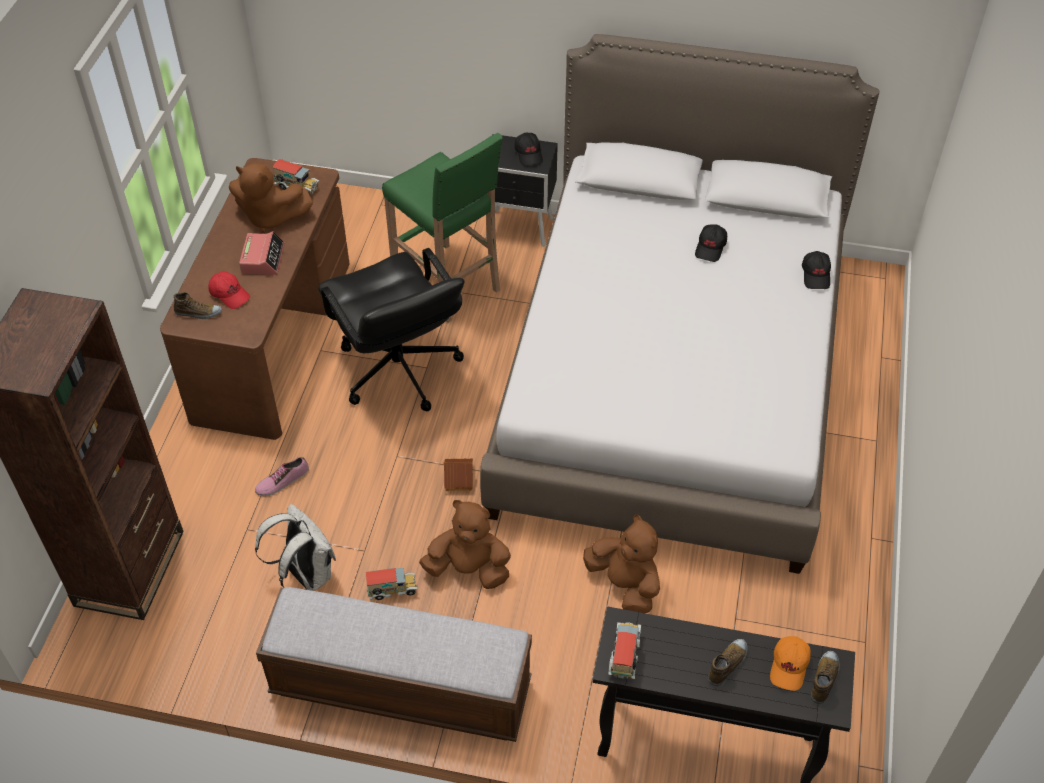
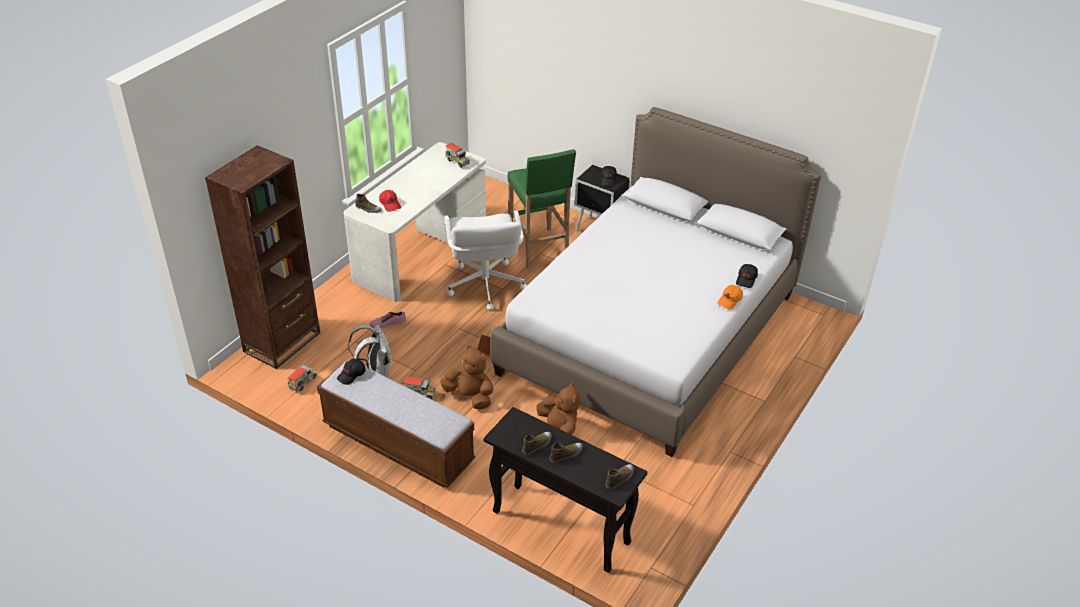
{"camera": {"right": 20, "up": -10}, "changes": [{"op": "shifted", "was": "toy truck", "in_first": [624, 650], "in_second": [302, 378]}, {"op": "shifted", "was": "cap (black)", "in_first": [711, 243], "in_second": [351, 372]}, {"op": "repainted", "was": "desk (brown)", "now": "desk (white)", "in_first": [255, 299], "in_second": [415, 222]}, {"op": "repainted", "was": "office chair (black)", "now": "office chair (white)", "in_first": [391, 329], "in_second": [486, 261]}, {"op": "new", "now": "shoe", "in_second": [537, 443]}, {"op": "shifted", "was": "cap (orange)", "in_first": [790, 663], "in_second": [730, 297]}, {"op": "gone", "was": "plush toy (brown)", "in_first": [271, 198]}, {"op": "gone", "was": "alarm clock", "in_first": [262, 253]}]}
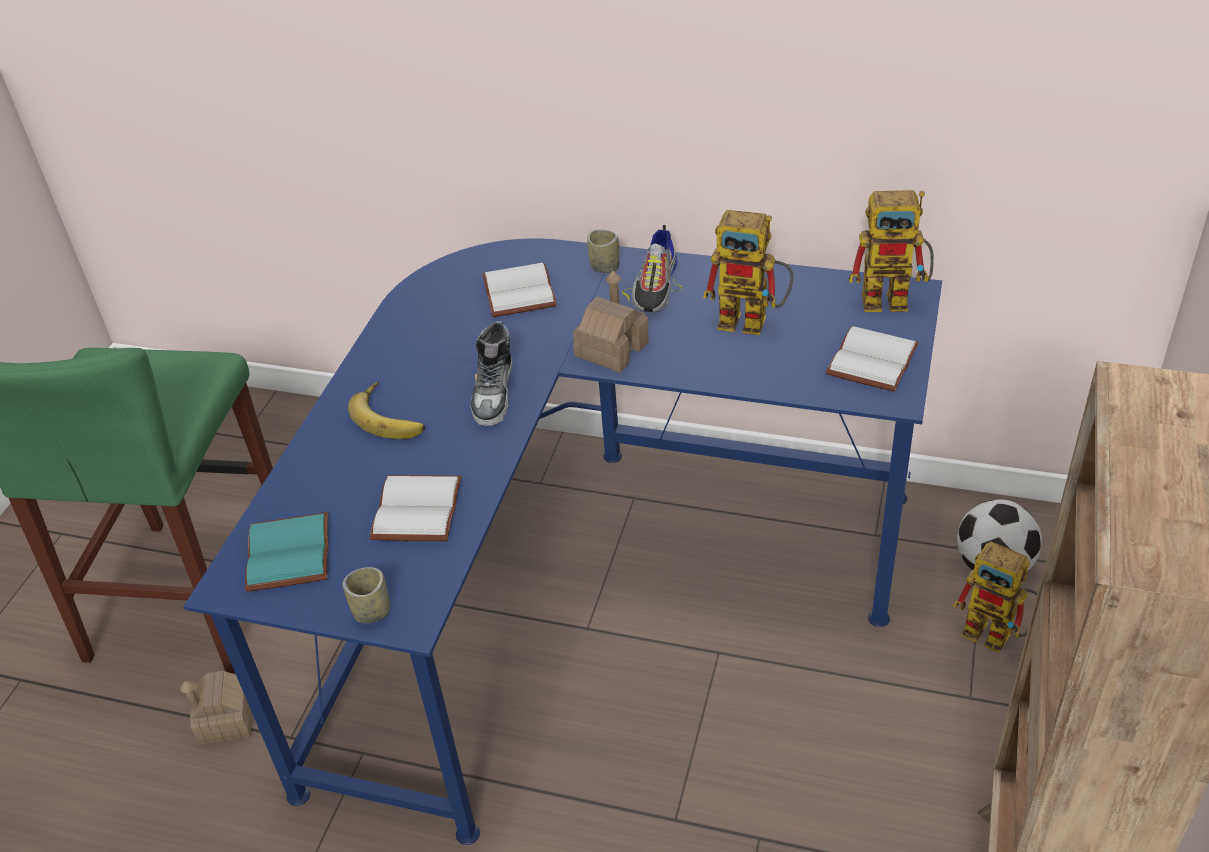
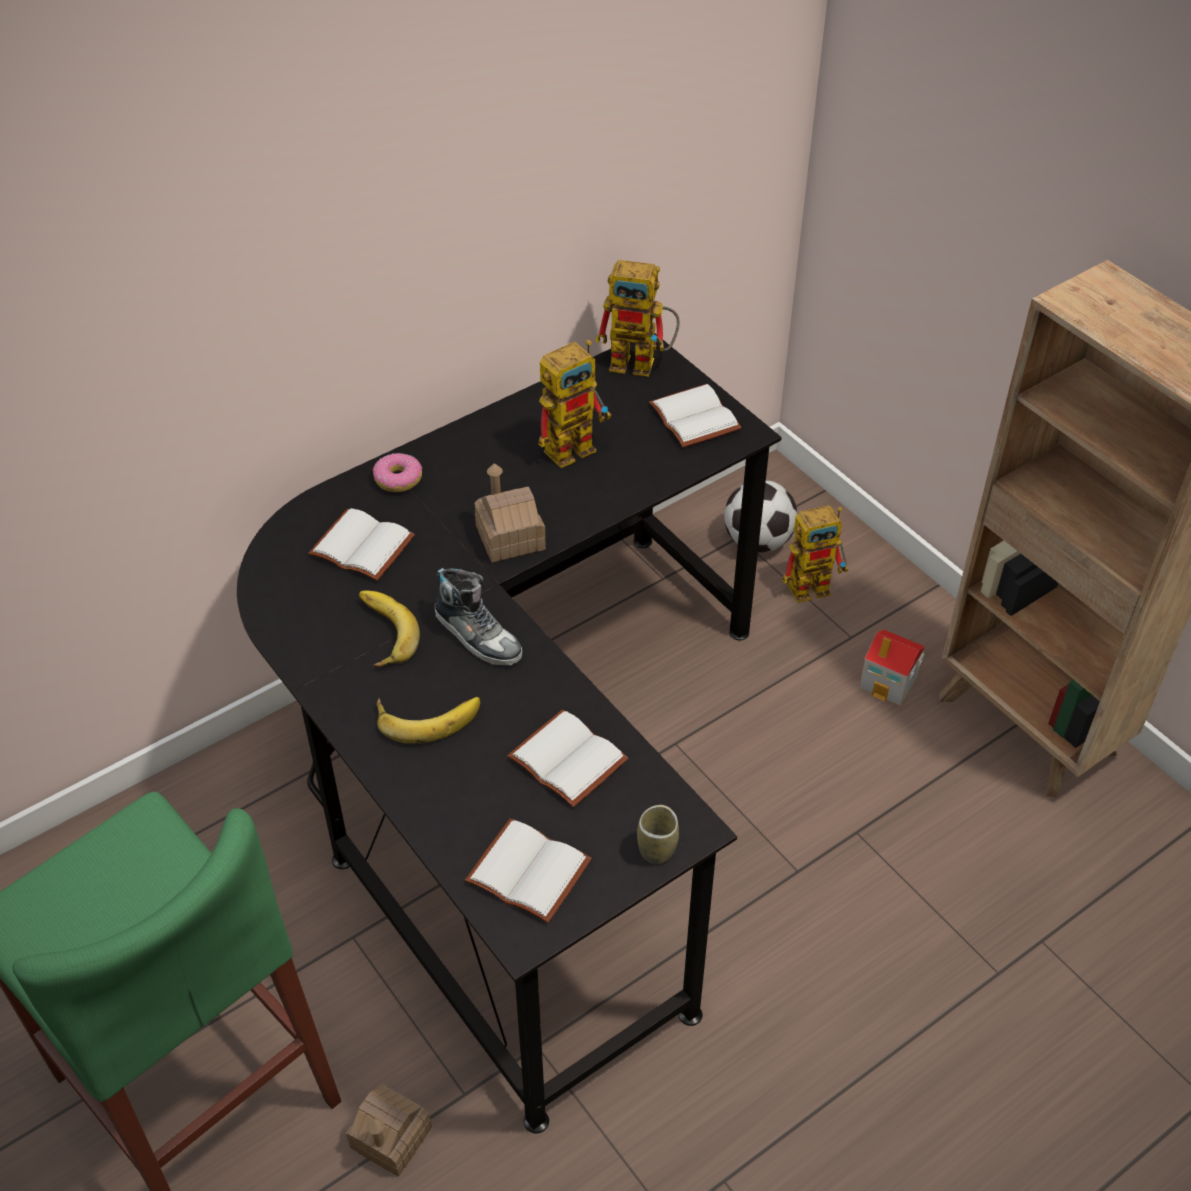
{"camera": {"right": -55, "up": 5}, "changes": [{"op": "repainted", "was": "desk (blue)", "now": "desk (black)", "in_first": [562, 541], "in_second": [509, 733]}, {"op": "new", "now": "banana", "in_second": [389, 629]}, {"op": "swapped", "was": "cup", "now": "donut", "in_first": [603, 251], "in_second": [397, 472]}, {"op": "repainted", "was": "book (turquoise)", "now": "book (white)", "in_first": [286, 552], "in_second": [528, 871]}, {"op": "rotated", "was": "toy robot", "in_first": [891, 251], "in_second": [637, 318], "clockwise": 60}, {"op": "new", "now": "toy house", "in_second": [892, 667]}, {"op": "gone", "was": "shoe", "in_first": [652, 268]}]}
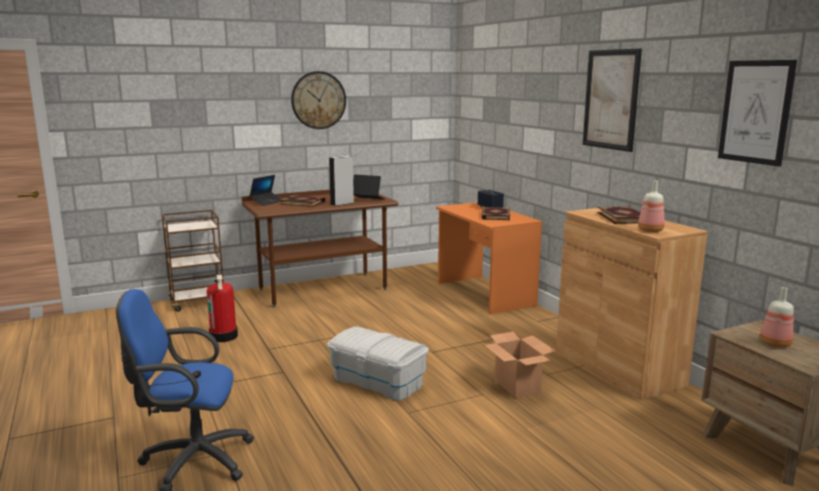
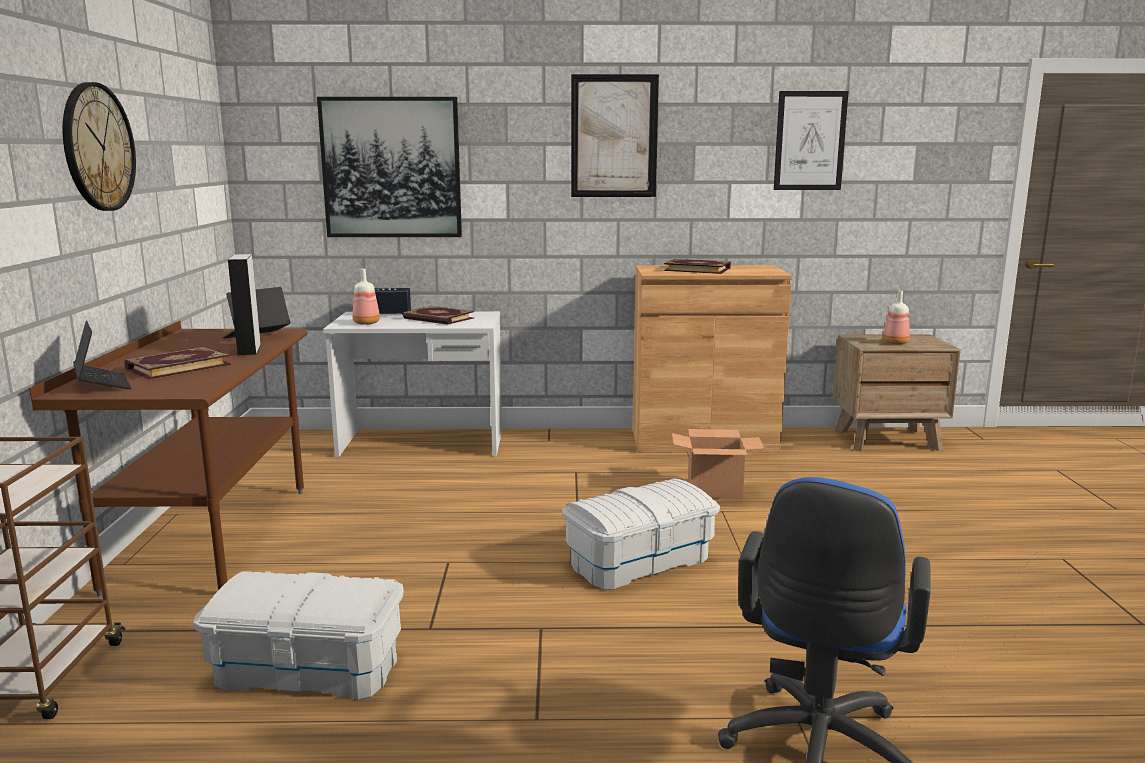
{"camera": {"right": -65, "up": 0}, "changes": [{"op": "swapped", "was": "fire extinguisher", "now": "storage box (white)", "in_first": [222, 308], "in_second": [298, 635]}, {"op": "new", "now": "picture", "in_second": [389, 167]}, {"op": "repainted", "was": "desk (orange)", "now": "desk (white)", "in_first": [489, 258], "in_second": [412, 384]}, {"op": "shifted", "was": "bottle", "in_first": [651, 206], "in_second": [366, 297]}]}
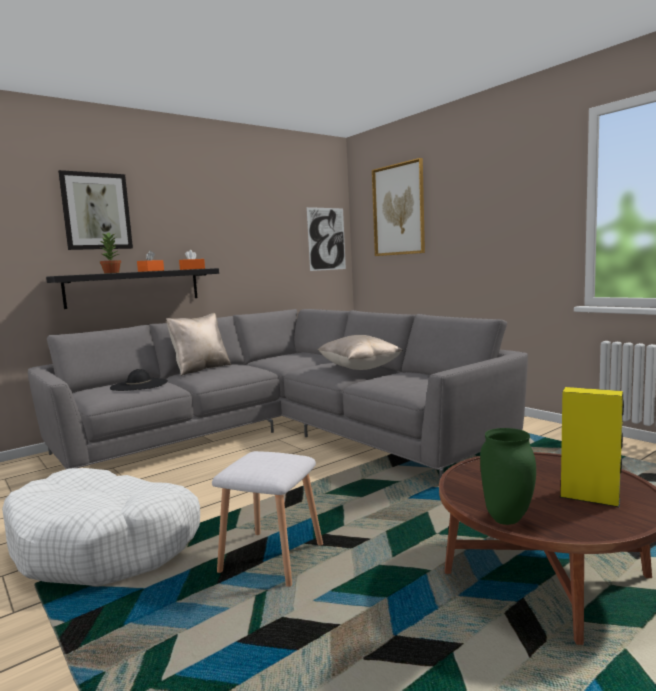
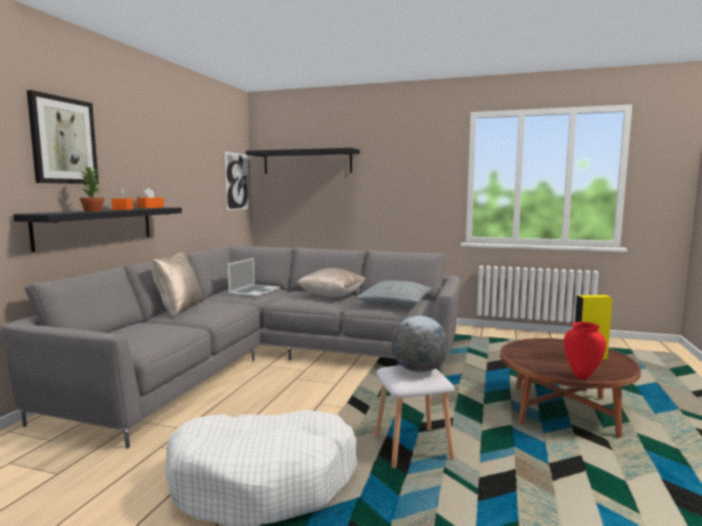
{"camera": {"right": -35, "up": 0}, "changes": [{"op": "new", "now": "laptop", "in_second": [253, 277]}, {"op": "swapped", "was": "picture", "now": "shelf (black)", "in_first": [398, 207], "in_second": [303, 161]}, {"op": "new", "now": "pillow", "in_second": [394, 293]}, {"op": "new", "now": "globe", "in_second": [419, 344]}, {"op": "repainted", "was": "vase (green)", "now": "vase (red)", "in_first": [508, 476], "in_second": [585, 350]}, {"op": "gone", "was": "hat (black)", "in_first": [139, 380]}]}
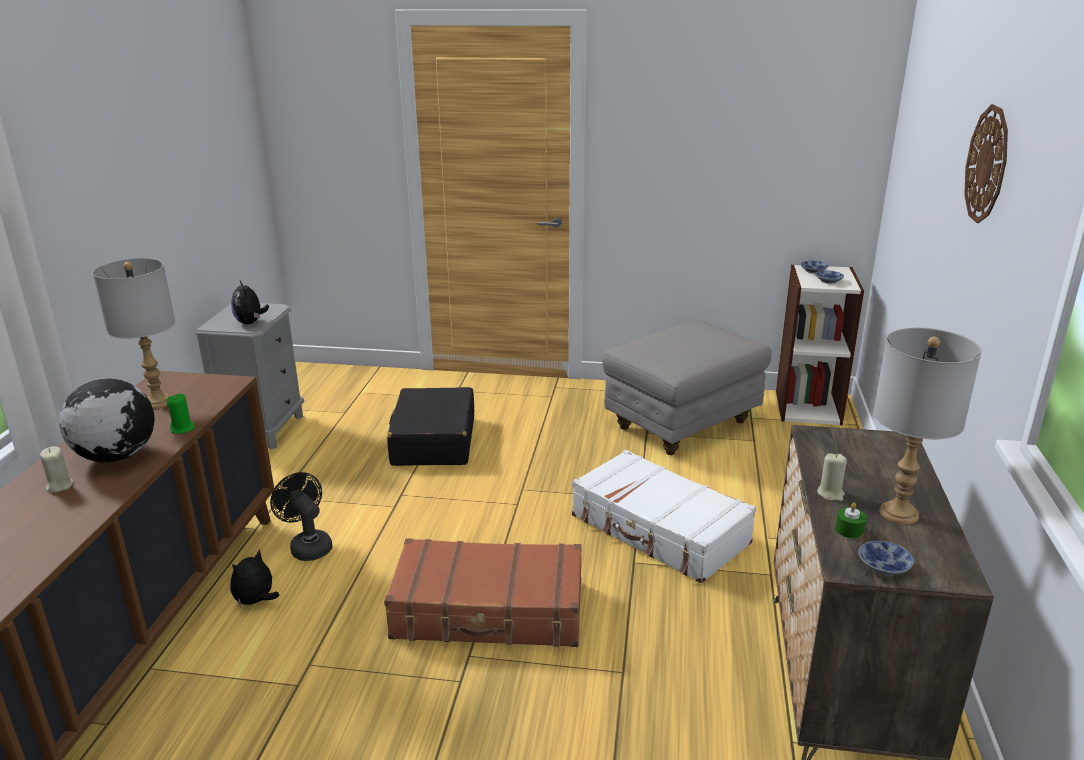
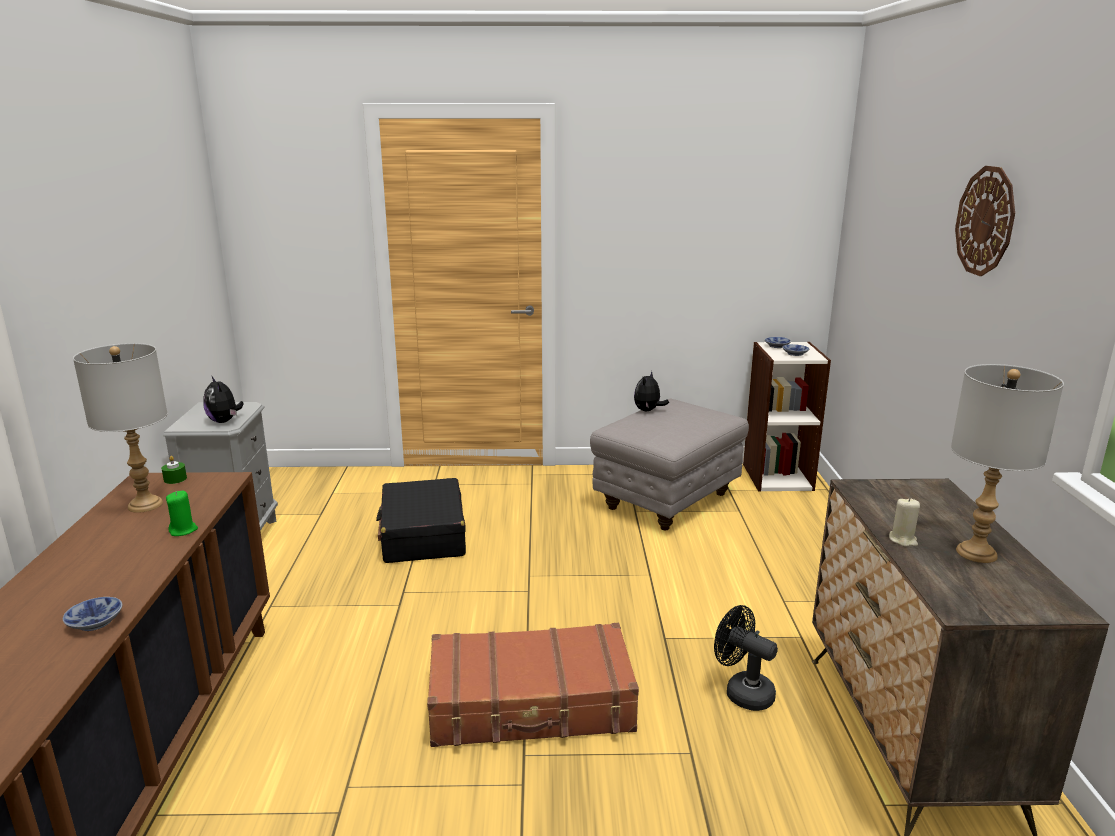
{"camera": {"right": -10, "up": -5}, "changes": [{"op": "shifted", "was": "bowl", "in_first": [886, 558], "in_second": [92, 614]}, {"op": "shifted", "was": "candle (green)", "in_first": [850, 520], "in_second": [174, 470]}, {"op": "shifted", "was": "plush toy", "in_first": [255, 577], "in_second": [651, 391]}, {"op": "shifted", "was": "fan (black)", "in_first": [301, 516], "in_second": [746, 658]}, {"op": "gone", "was": "candle (beige)", "in_first": [56, 469]}, {"op": "gone", "was": "globe", "in_first": [107, 420]}, {"op": "gone", "was": "suitcase (white)", "in_first": [664, 516]}]}
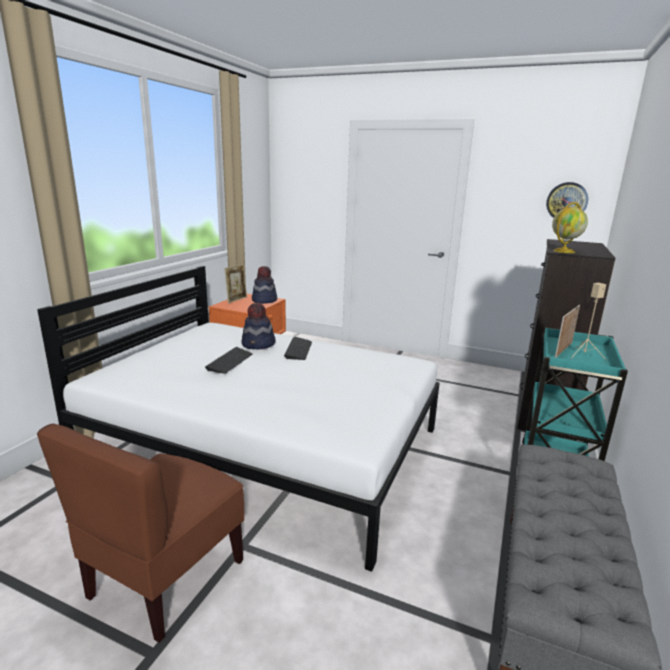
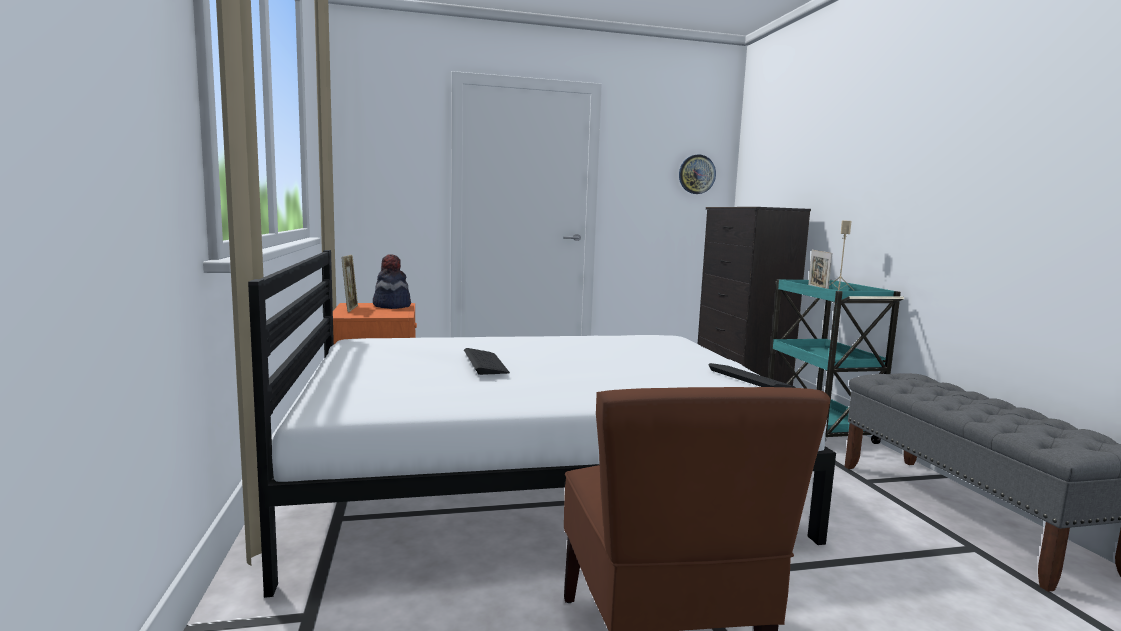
{"camera": {"right": -35, "up": -10}, "changes": [{"op": "shifted", "was": "keyboard", "in_first": [298, 348], "in_second": [752, 375]}, {"op": "gone", "was": "hat", "in_first": [259, 326]}, {"op": "gone", "was": "globe", "in_first": [570, 227]}]}
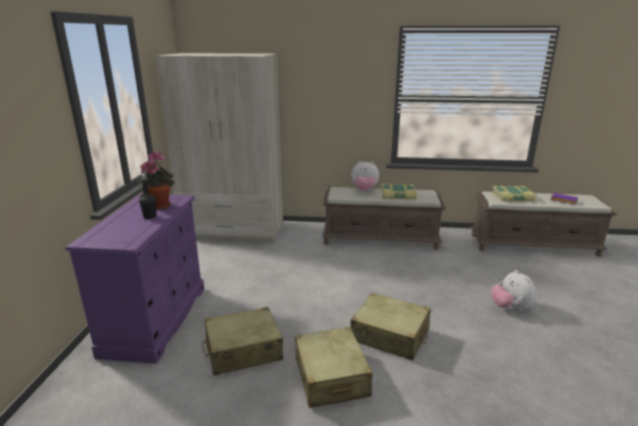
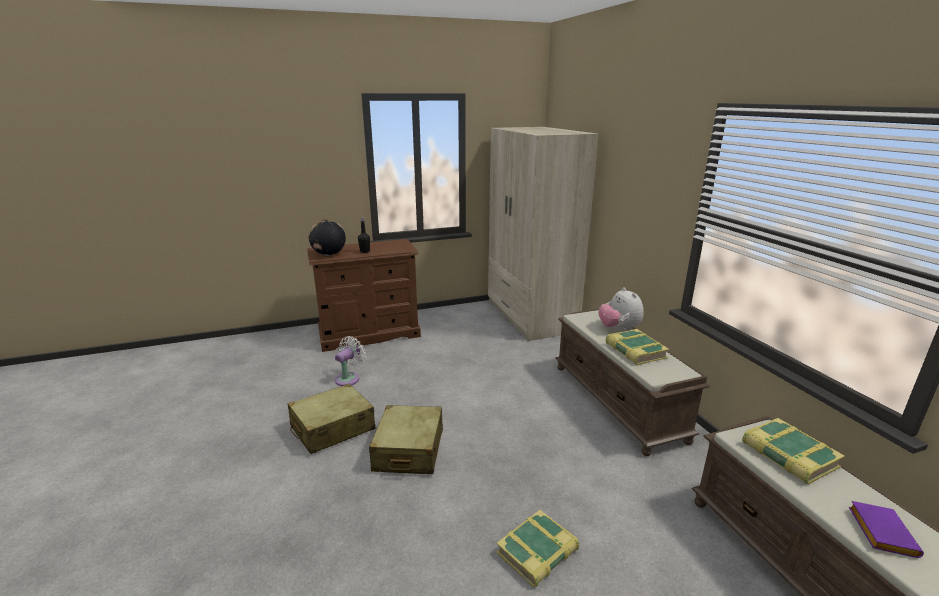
{"camera": {"right": 65, "up": 0}, "changes": [{"op": "repainted", "was": "dresser (purple)", "now": "dresser (brown)", "in_first": [134, 279], "in_second": [364, 295]}, {"op": "new", "now": "globe", "in_second": [327, 237]}, {"op": "swapped", "was": "suitcase (beige)", "now": "fan (white)", "in_first": [242, 341], "in_second": [350, 361]}, {"op": "swapped", "was": "plush toy", "now": "book", "in_first": [513, 290], "in_second": [537, 548]}, {"op": "gone", "was": "potted plant", "in_first": [155, 180]}]}
